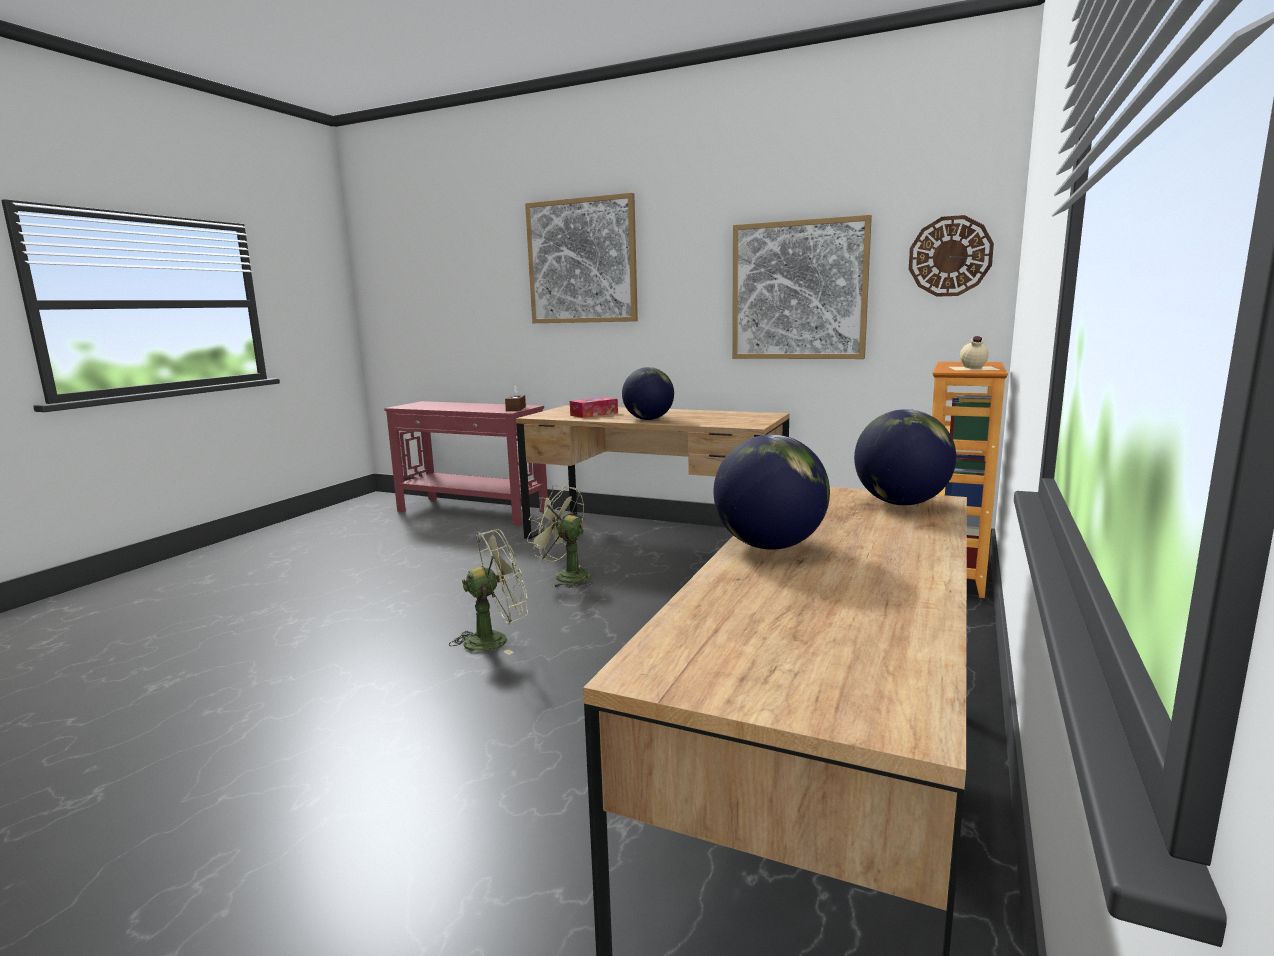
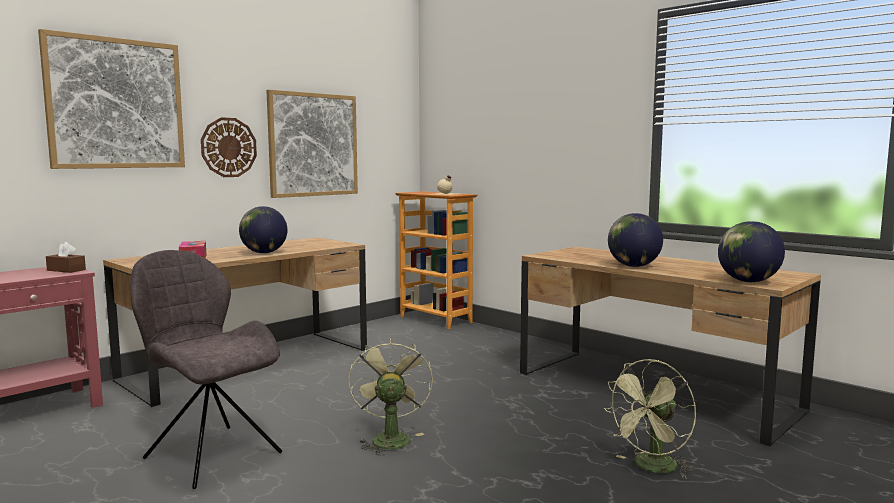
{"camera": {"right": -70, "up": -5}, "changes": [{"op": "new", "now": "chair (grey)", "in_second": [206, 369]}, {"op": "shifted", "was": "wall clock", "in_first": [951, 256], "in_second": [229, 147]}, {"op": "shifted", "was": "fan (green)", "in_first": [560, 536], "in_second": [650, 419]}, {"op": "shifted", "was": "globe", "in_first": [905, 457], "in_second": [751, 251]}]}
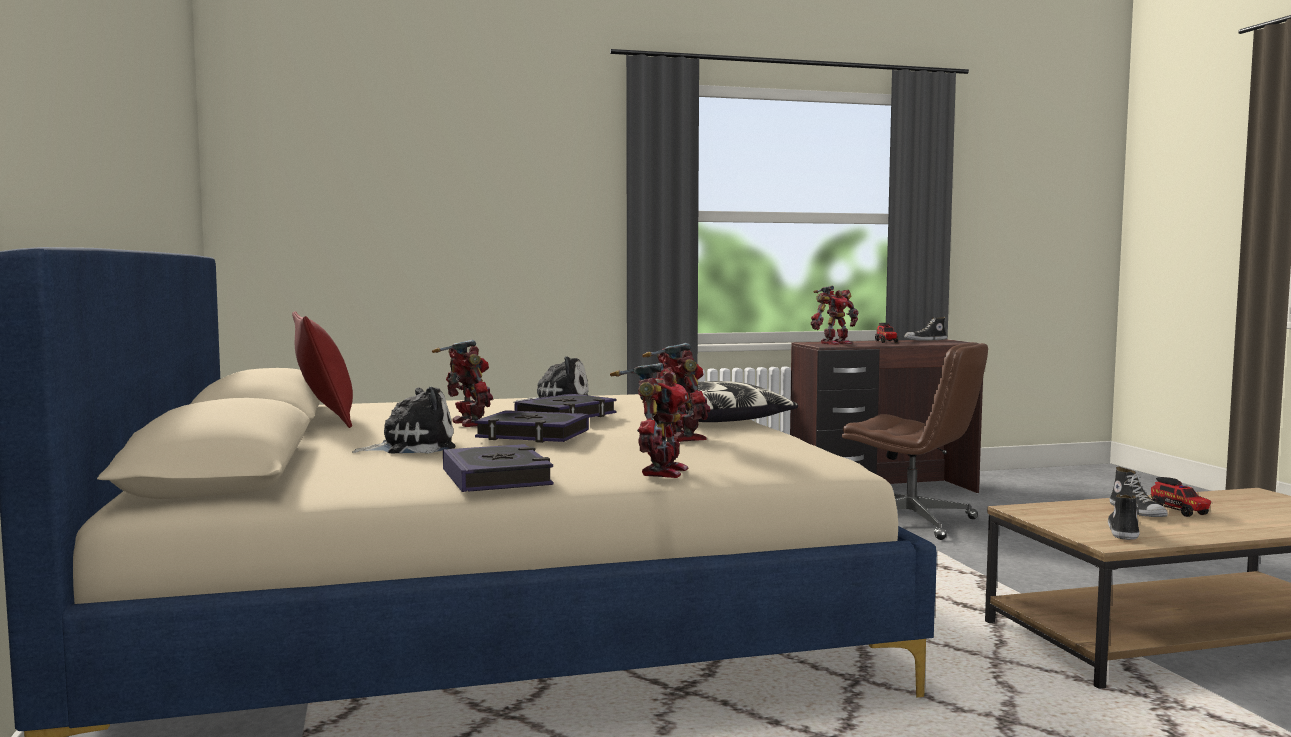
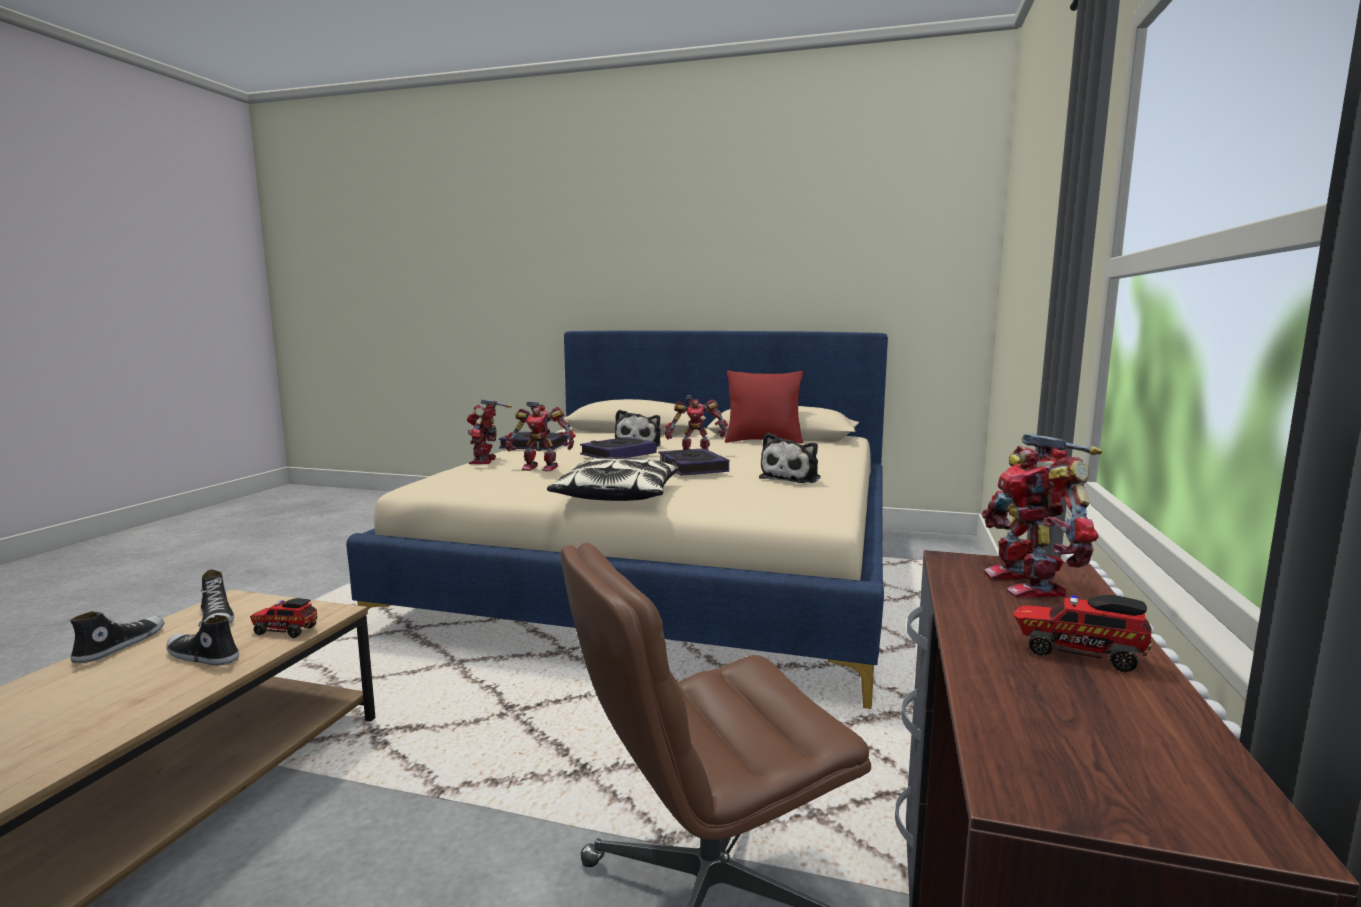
{"camera": {"right": 120, "up": 5}, "changes": [{"op": "shifted", "was": "shoe", "in_first": [925, 329], "in_second": [117, 637]}, {"op": "shifted", "was": "toy truck", "in_first": [1181, 497], "in_second": [284, 618]}, {"op": "rotated", "was": "toy robot", "in_first": [649, 420], "in_second": [489, 431], "clockwise": 45}]}
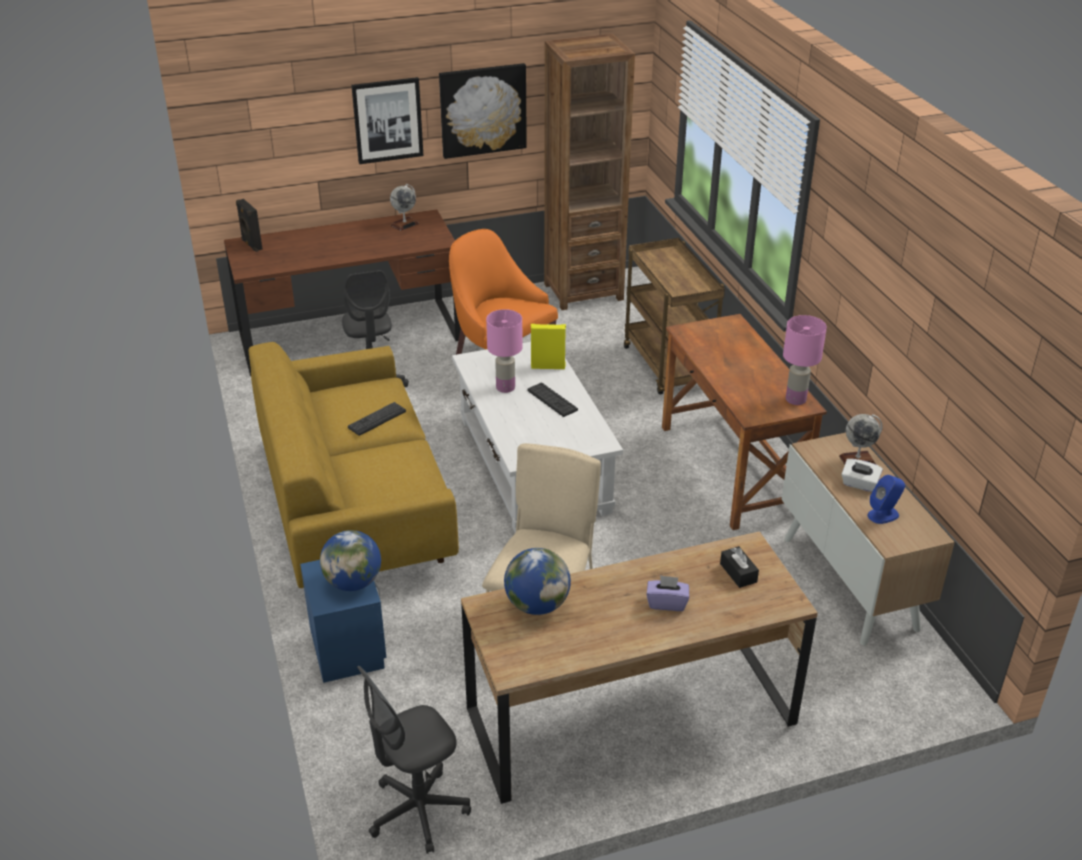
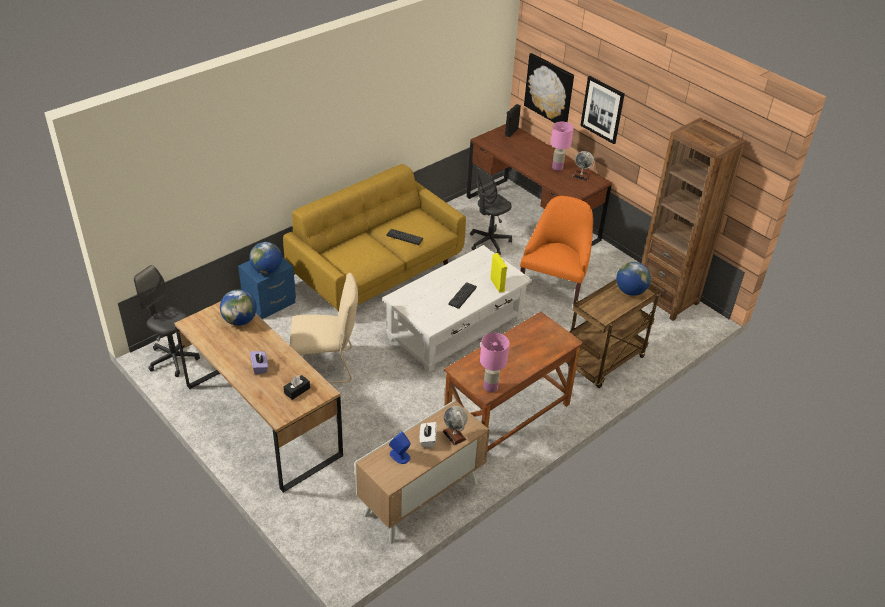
{"camera": {"right": 65, "up": 5}, "changes": [{"op": "shifted", "was": "picture", "in_first": [483, 111], "in_second": [549, 88]}, {"op": "shifted", "was": "table lamp (pink)", "in_first": [504, 351], "in_second": [562, 146]}, {"op": "new", "now": "globe", "in_second": [633, 279]}]}
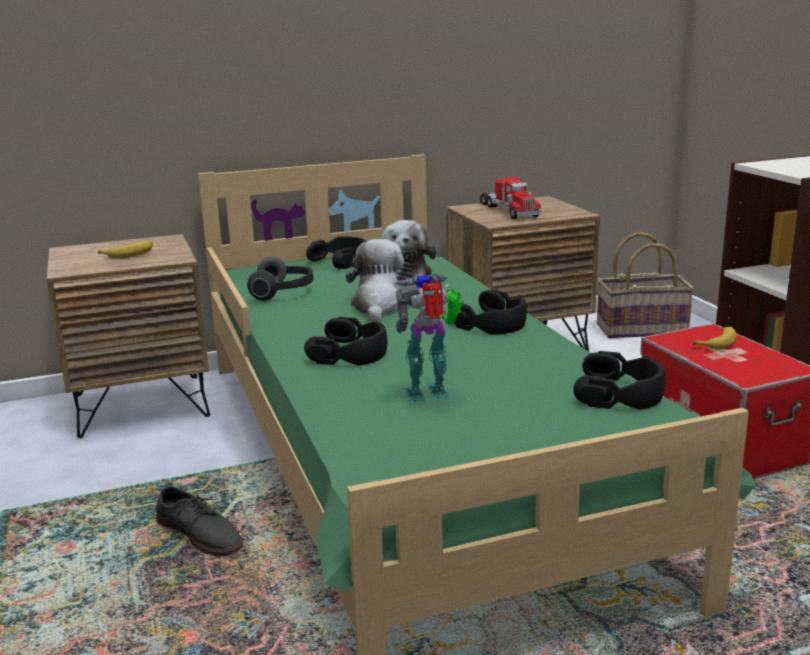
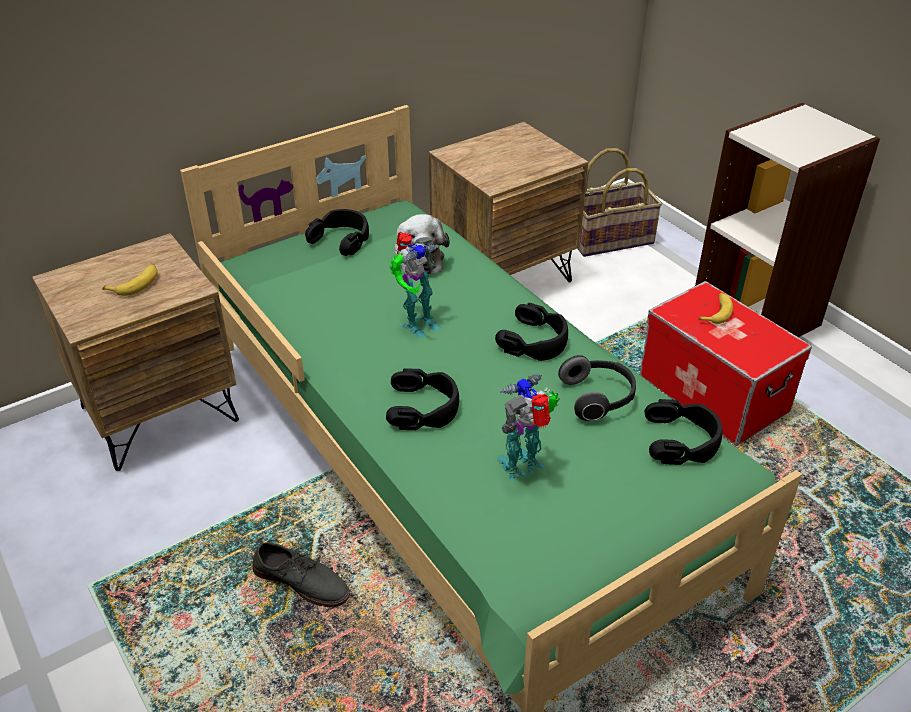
{"camera": {"right": -15, "up": 20}, "changes": [{"op": "swapped", "was": "plush toy", "now": "toy robot", "in_first": [378, 280], "in_second": [415, 285]}, {"op": "shifted", "was": "headphones", "in_first": [280, 279], "in_second": [597, 388]}, {"op": "gone", "was": "toy truck", "in_first": [511, 196]}]}
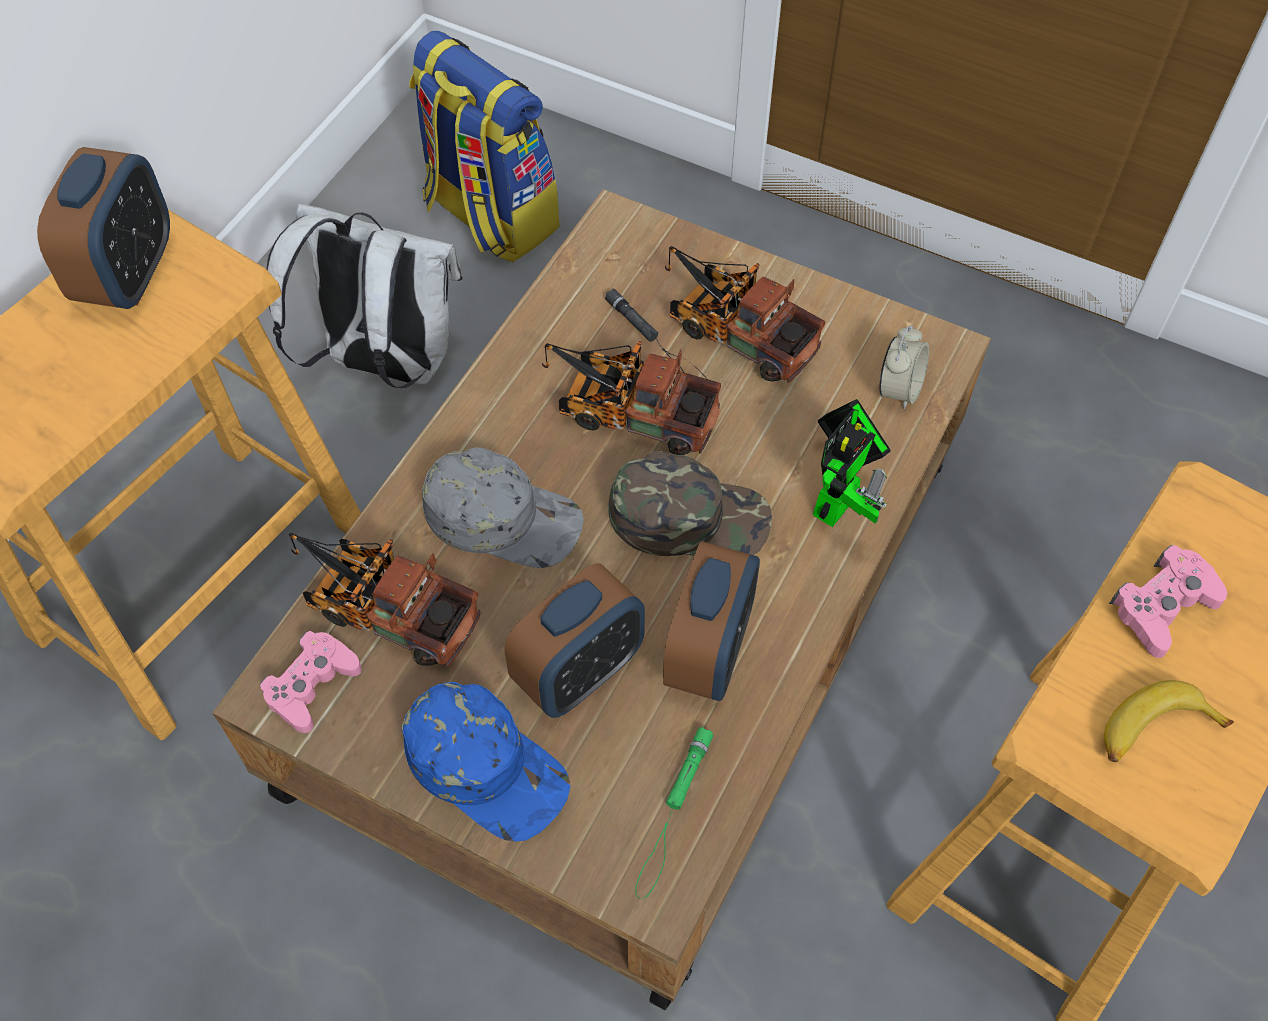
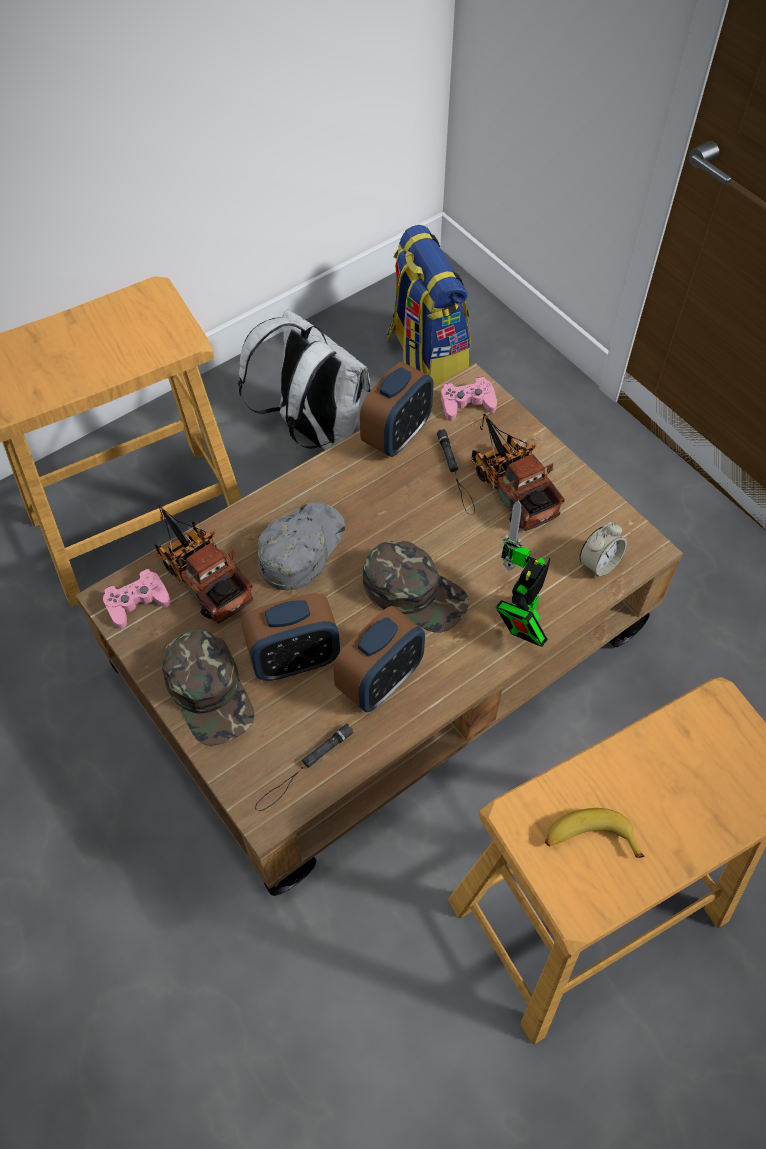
{"camera": {"right": 25, "up": 0}, "changes": [{"op": "repainted", "was": "cap (blue)", "now": "cap (green)", "in_first": [486, 762], "in_second": [207, 688]}, {"op": "repainted", "was": "flashlight (green)", "now": "flashlight (black)", "in_first": [674, 813], "in_second": [304, 767]}, {"op": "rotated", "was": "cap (grey)", "in_first": [503, 507], "in_second": [301, 546], "clockwise": -105}, {"op": "shifted", "was": "alarm clock", "in_first": [103, 228], "in_second": [396, 409]}, {"op": "shifted", "was": "game controller (pink)", "in_first": [1168, 601], "in_second": [469, 399]}, {"op": "rotated", "was": "toy robot", "in_first": [852, 463], "in_second": [523, 573], "clockwise": 150}, {"op": "gone", "was": "toy truck", "in_first": [631, 398]}]}
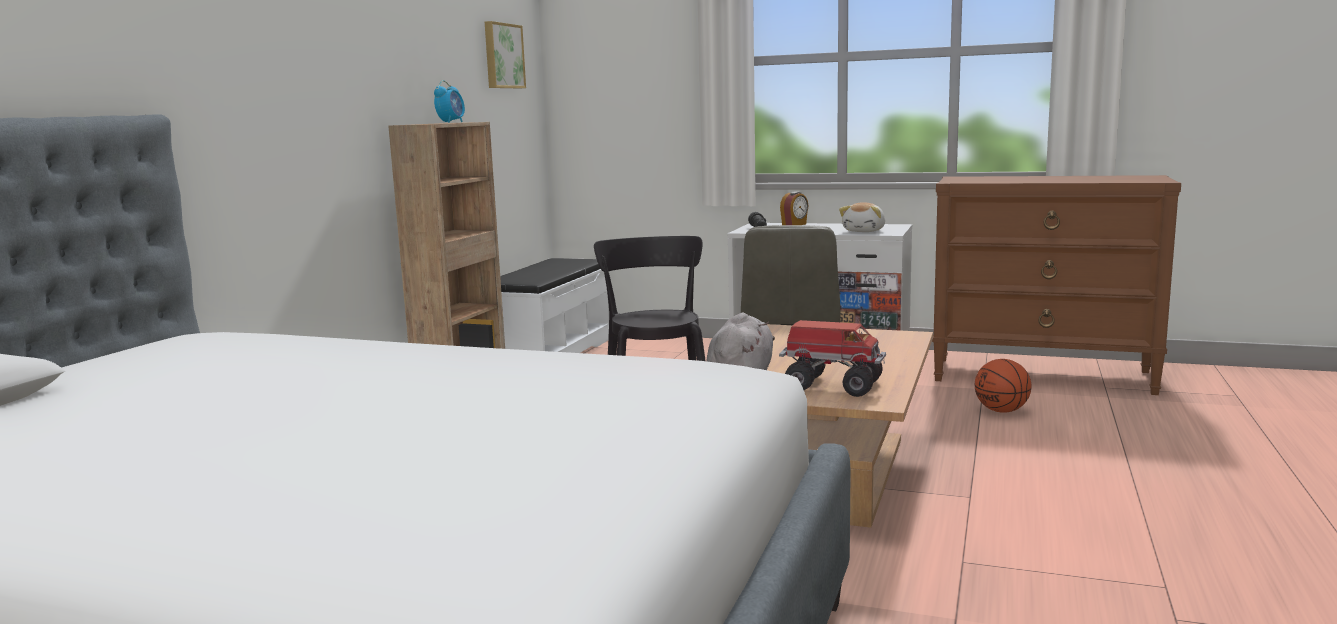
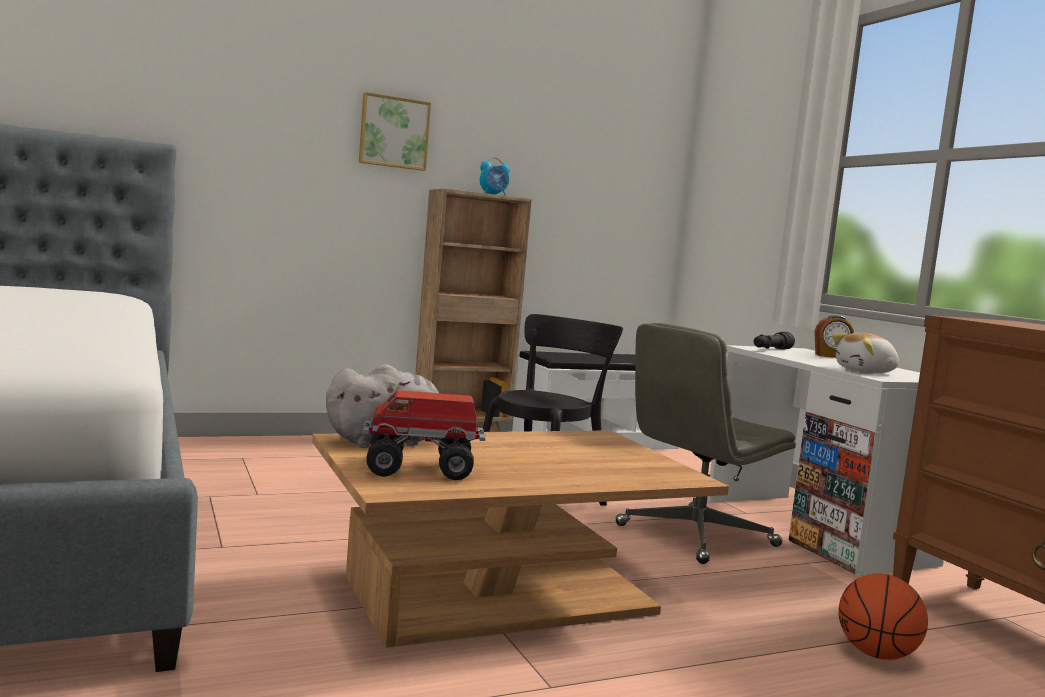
{"camera": {"right": 45, "up": -5}, "changes": [{"op": "shifted", "was": "picture", "in_first": [505, 55], "in_second": [395, 131]}, {"op": "rotated", "was": "toy truck", "in_first": [832, 358], "in_second": [423, 435], "clockwise": 105}]}
